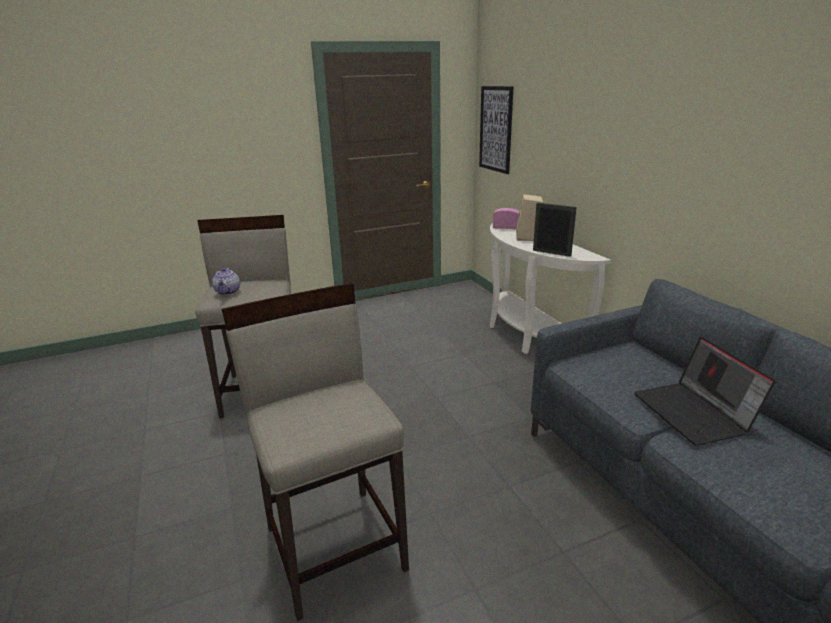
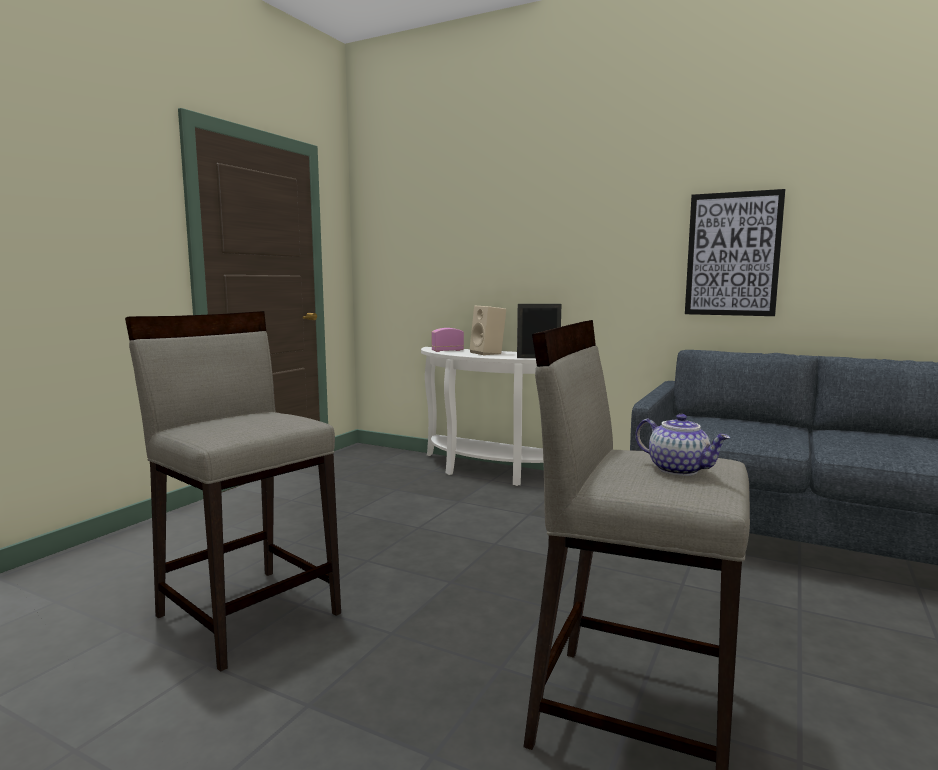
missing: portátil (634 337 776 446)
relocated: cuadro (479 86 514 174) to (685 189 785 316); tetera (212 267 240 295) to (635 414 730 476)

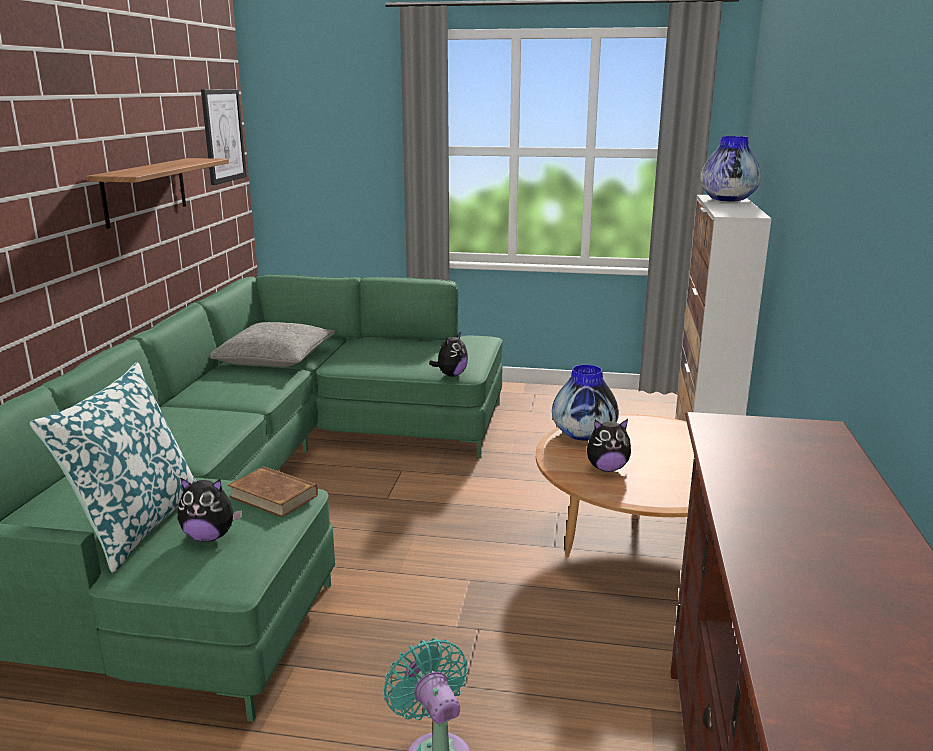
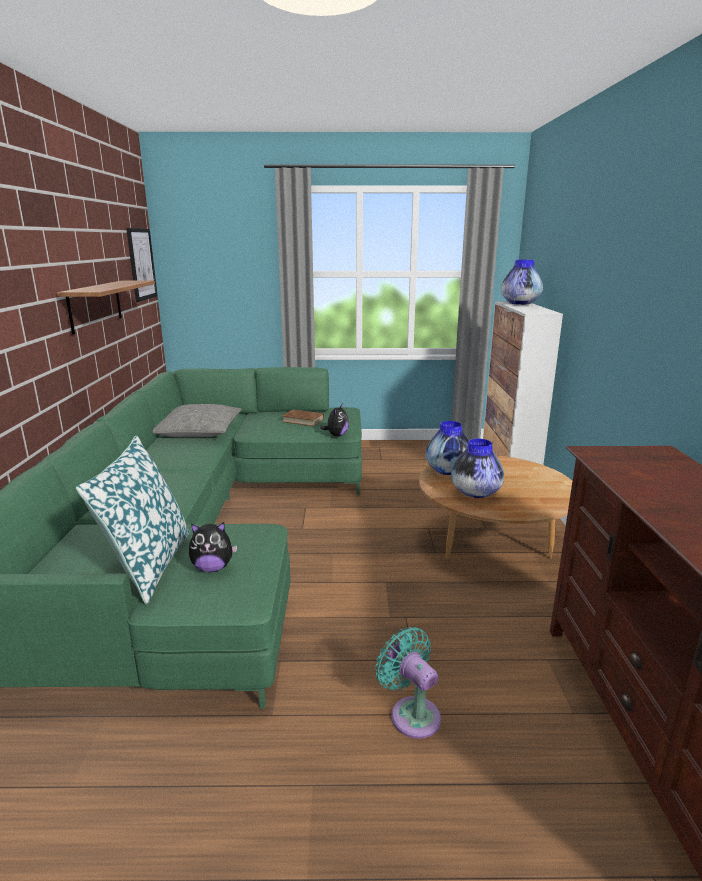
relocated: libro (marrón) (228 466 318 517) to (282 410 324 426)
exchanged: peluche (587 419 631 472) to florero (451 439 504 498)

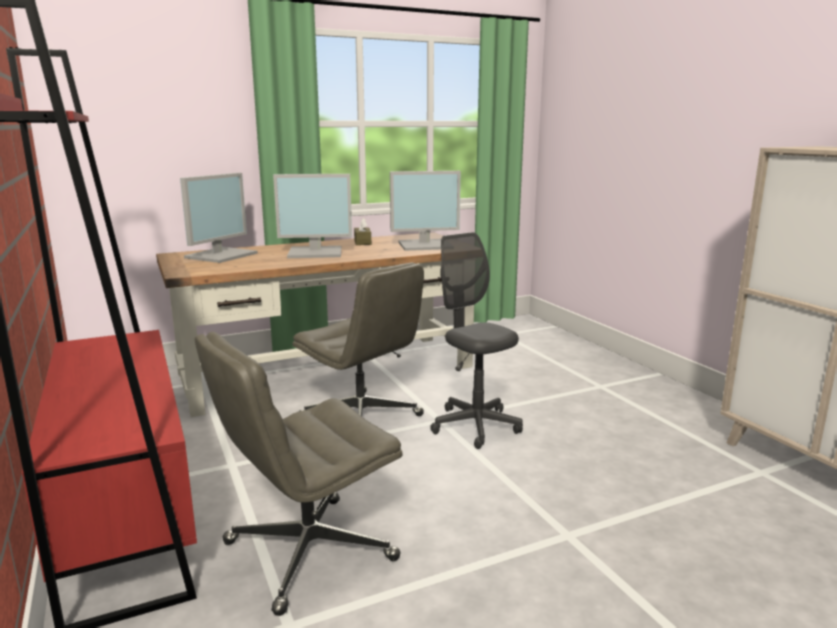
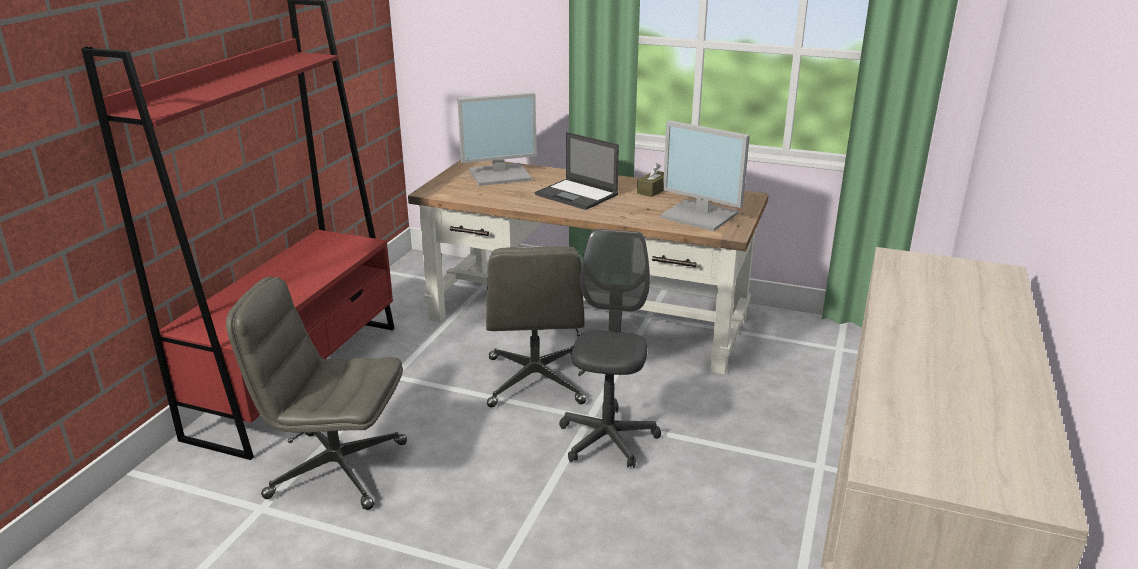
exchanged: monitor (273 174 352 258) to portátil (535 132 619 210)

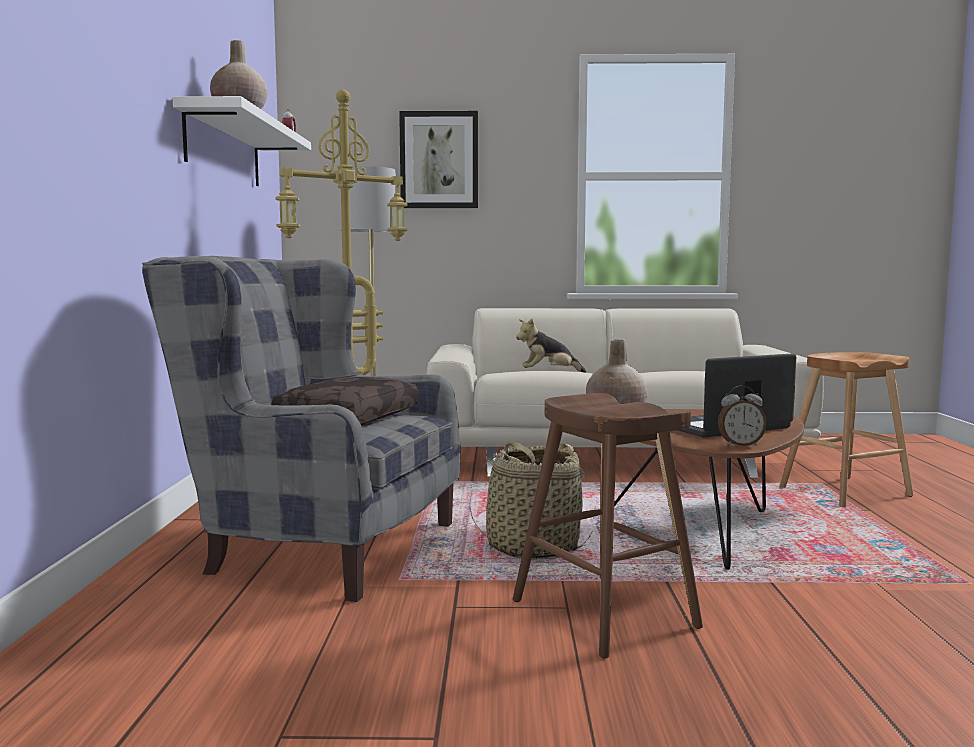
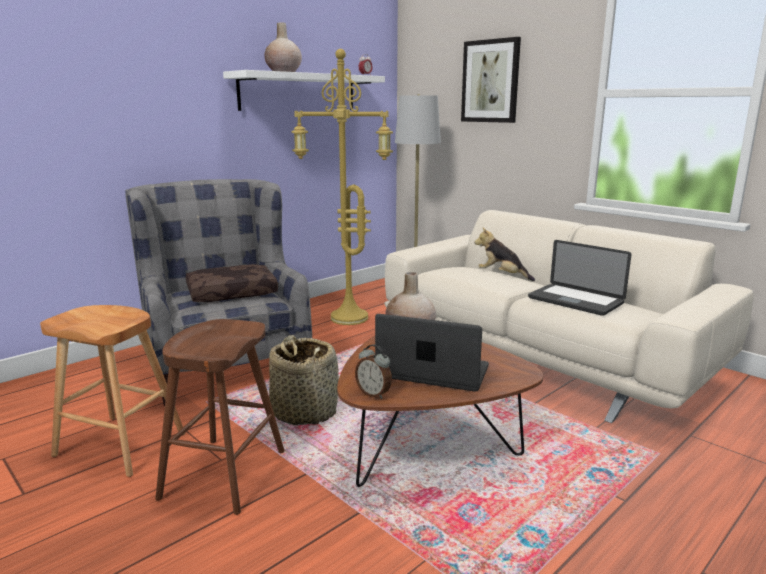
appeared: portátil (528 240 631 316)
relocated: taburete (marrón) (780 352 913 507) to (40 305 185 477)

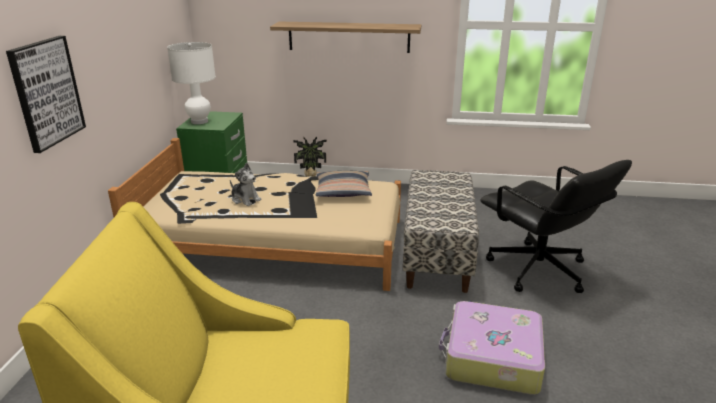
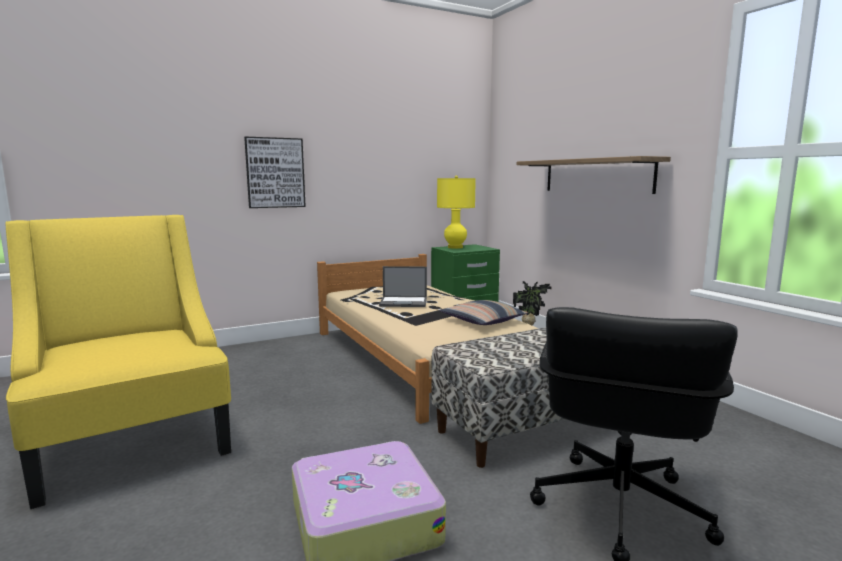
exchanged: peluche (230 163 261 206) to portátil (379 266 427 307)
colour: lámpara de mesa (blanco) (167 42 216 124) to lámpara de mesa (amarillo) (437 175 476 249)

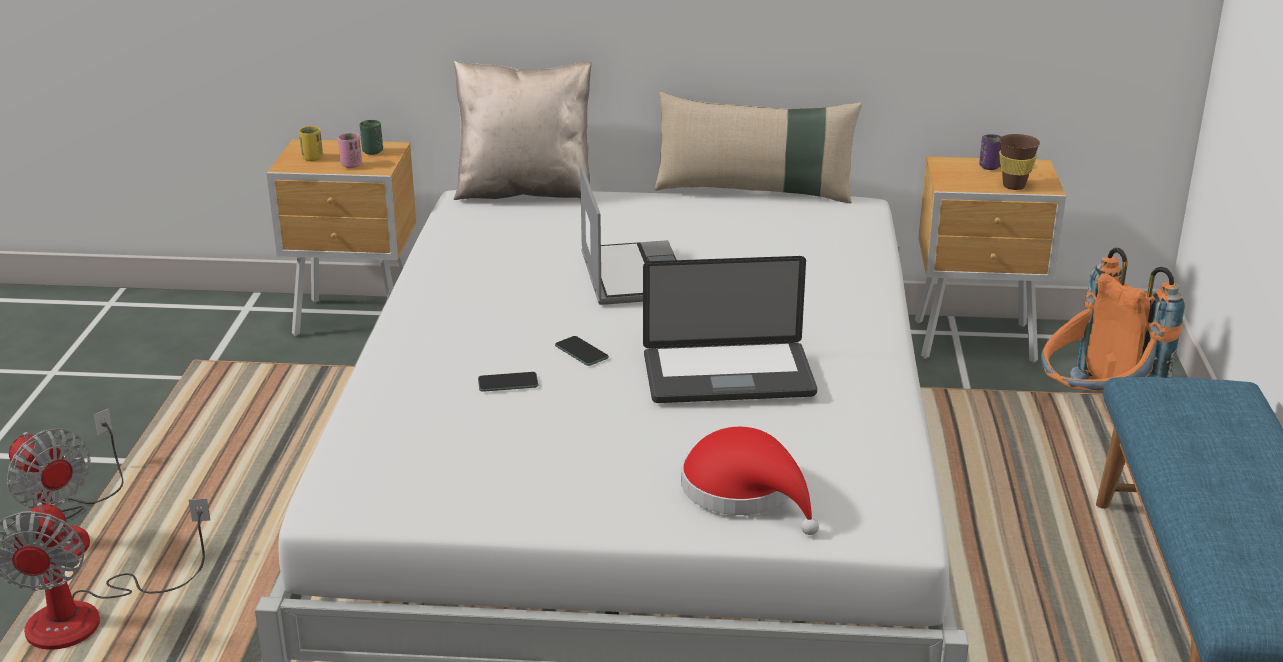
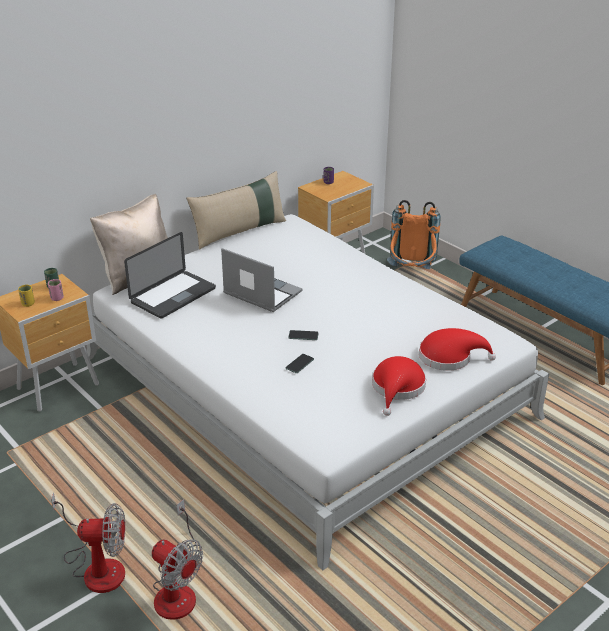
missing: taza (marrón) (999 134 1040 190)
appeared: sombrero (rojo) (372 356 426 416)
relocated: portátil (643 256 817 403) to (124 232 216 319)

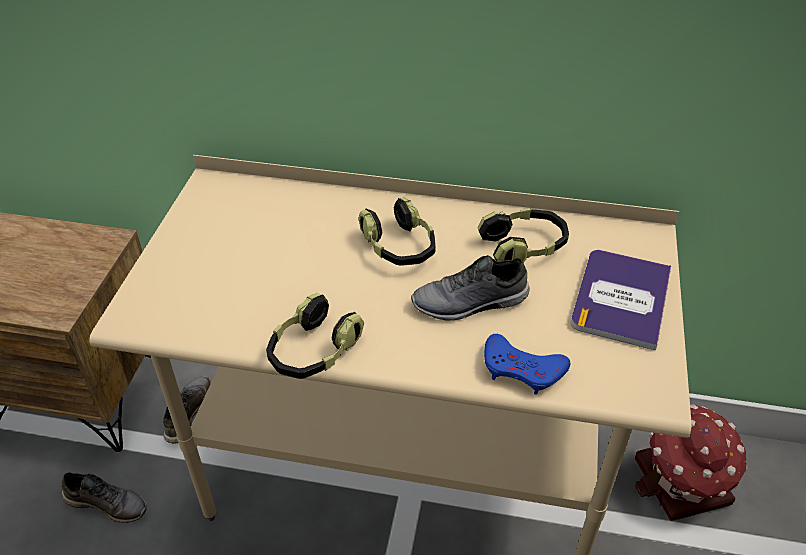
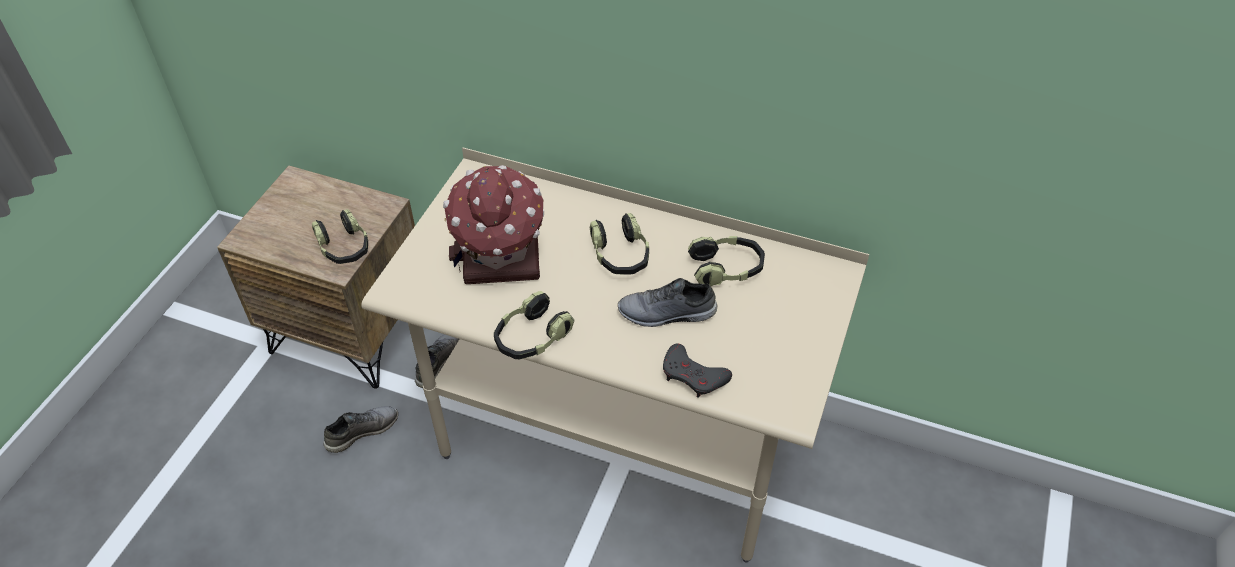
missing: libro (571 250 671 350)
appeared: auriculares (312 209 368 264)
relocated: casita (635 404 747 521) to (443 165 544 284)
colour: mando de consola (azul) (484 334 570 395) to mando de consola (gris) (663 343 732 398)
spun: zapato (gris) (62 472 147 523) = (324 406 398 453) 60 degrees counterclockwise

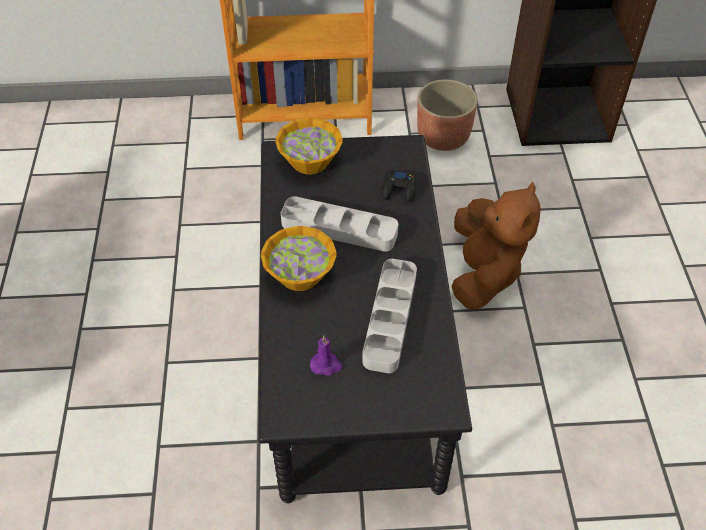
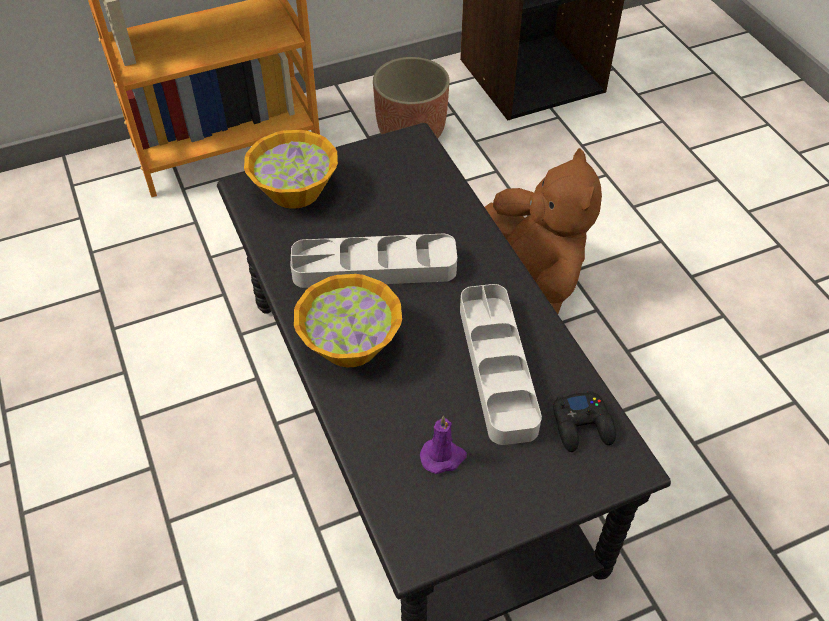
relocated: mando de consola (negro) (382 170 416 202) to (553 390 616 452)

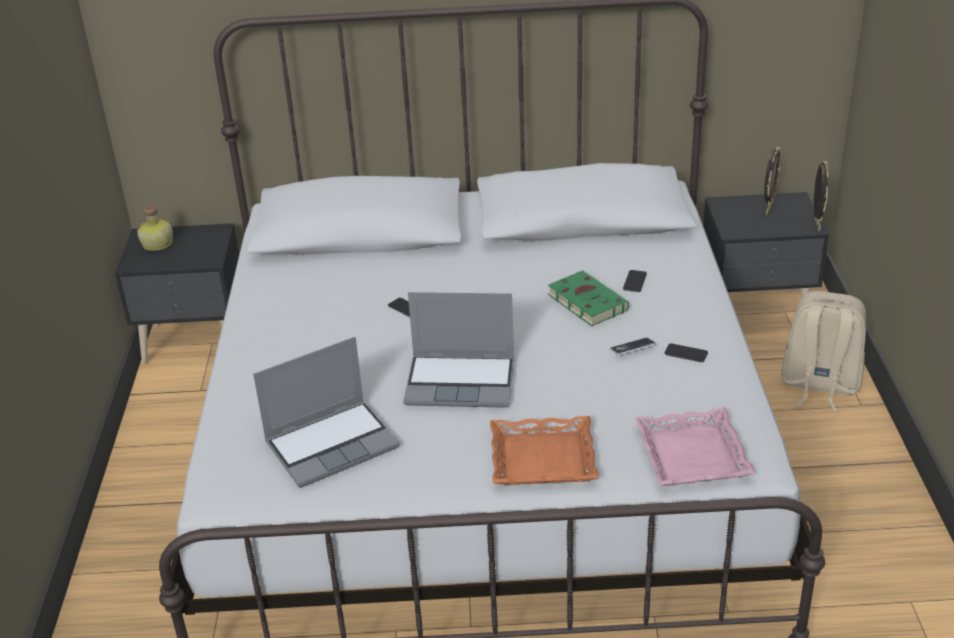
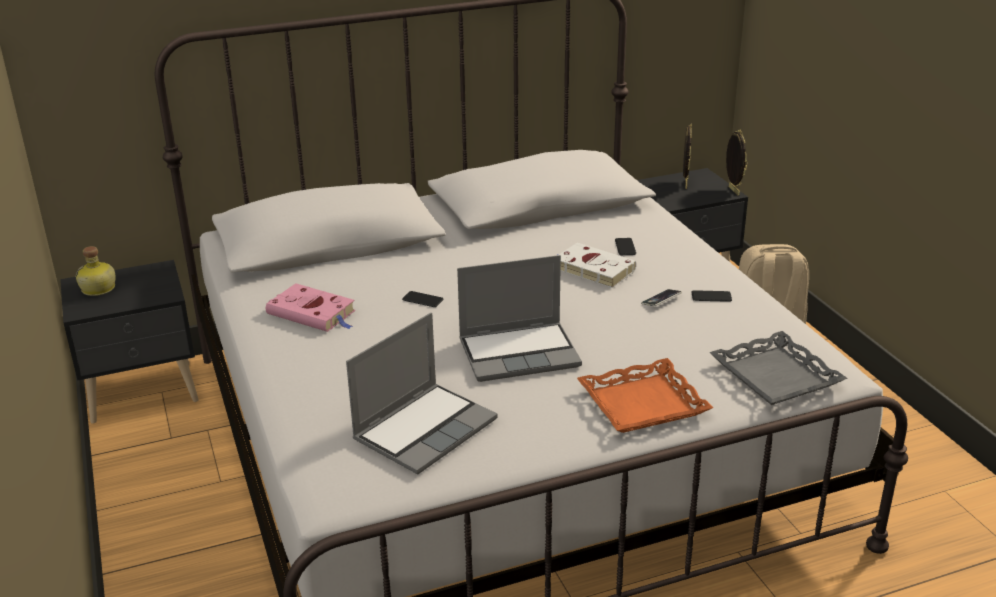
appeared: libro (rosa) (266 283 355 332)
colour: libro (verde) (548 270 629 326) to libro (blanco) (559 243 637 288); bandeja (rosa) (635 407 756 486) to bandeja (gris) (709 331 848 405)

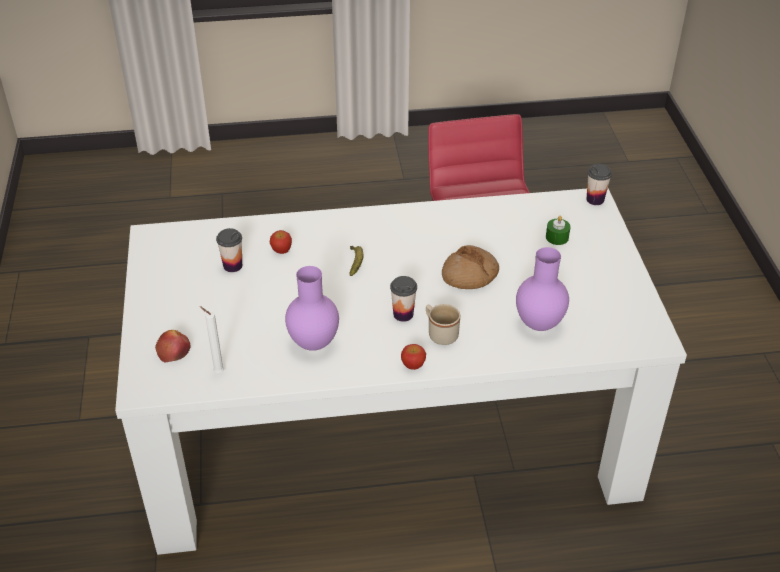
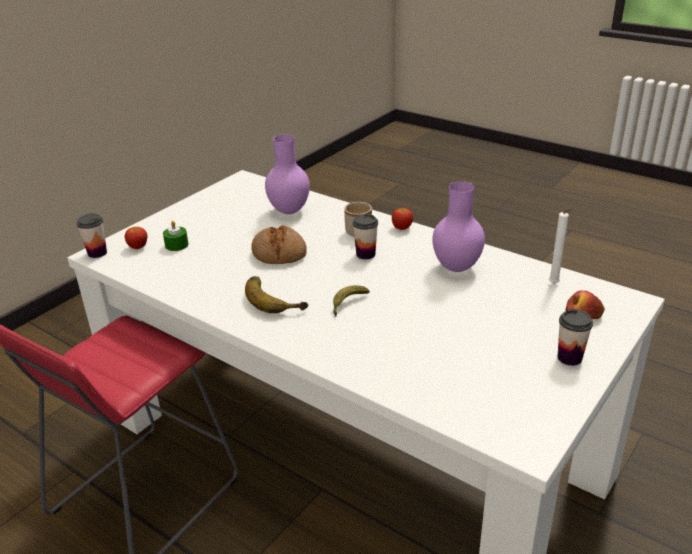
appeared: plátano (245 276 308 313)
relocated: taza (216 228 242 272) to (557 309 593 366); manzana (270 230 292 254) to (125 227 147 249)

